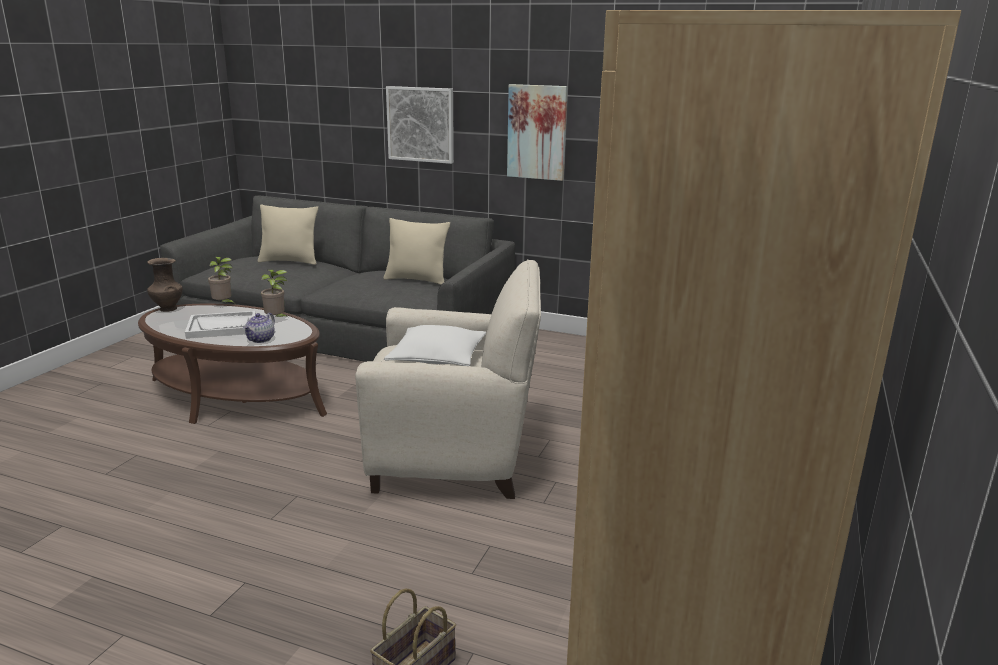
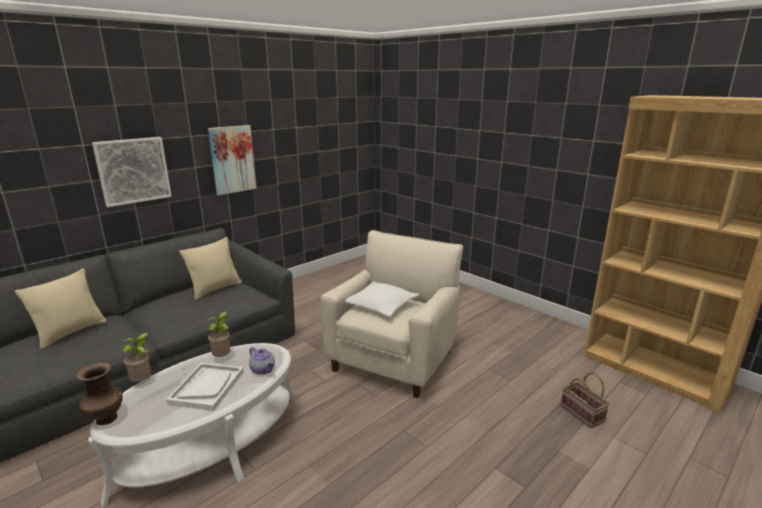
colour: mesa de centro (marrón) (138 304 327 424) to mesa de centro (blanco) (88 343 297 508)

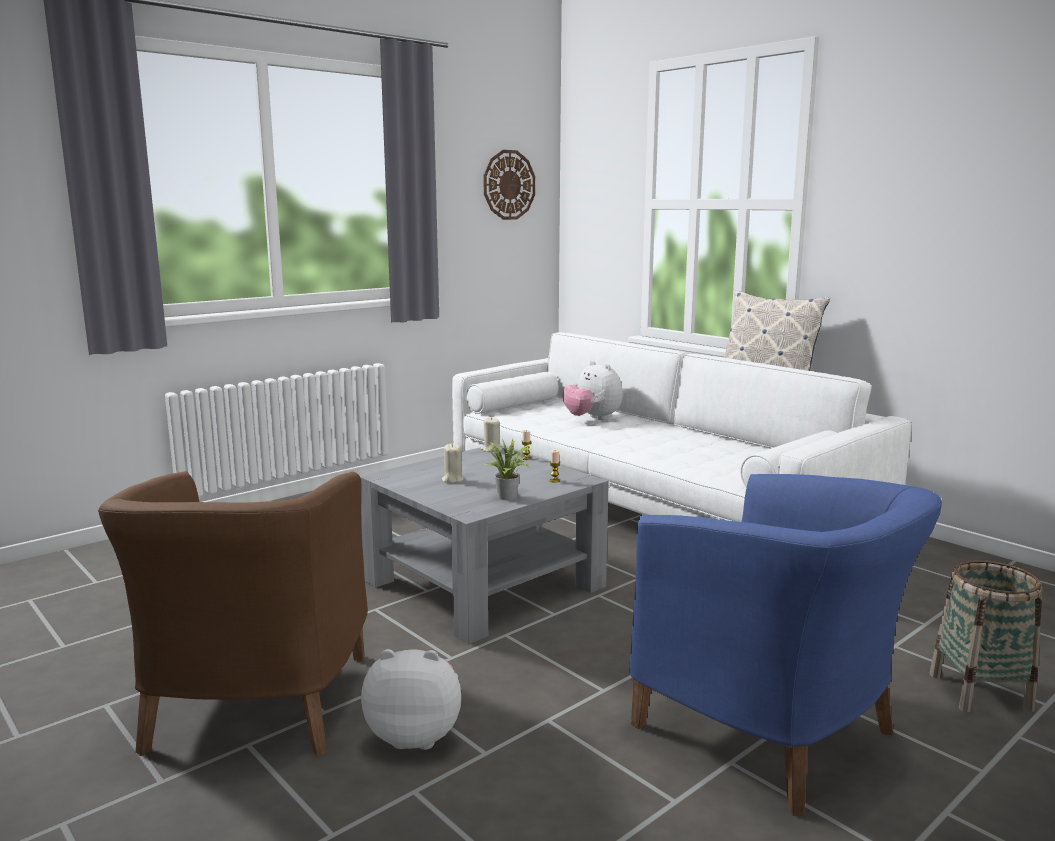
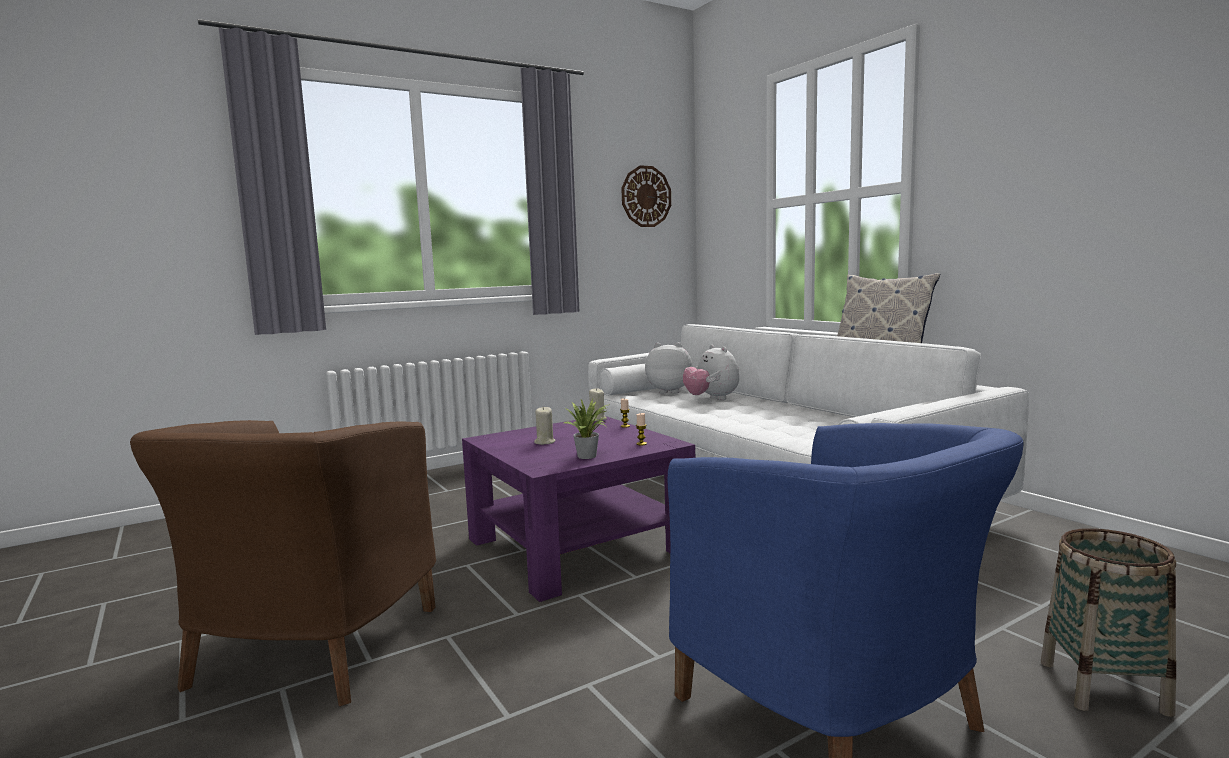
relocated: peluche (361 649 461 750) to (645 343 693 393)
colour: mesa de centro (gris) (360 446 609 644) to mesa de centro (morado) (462 416 695 602)

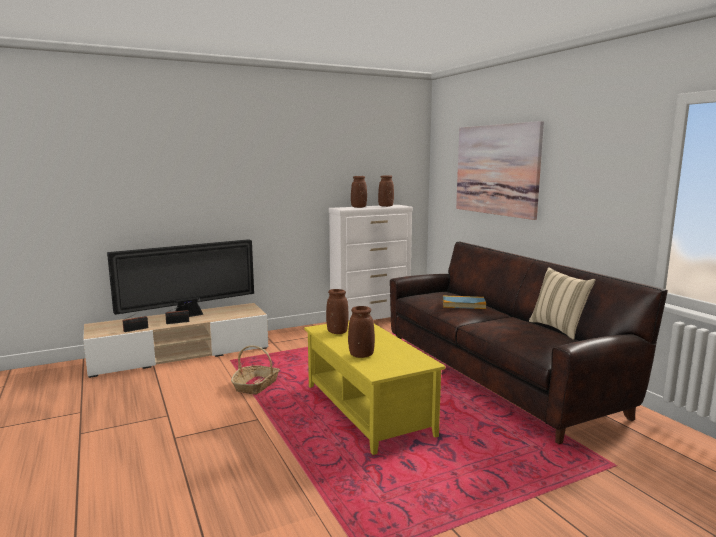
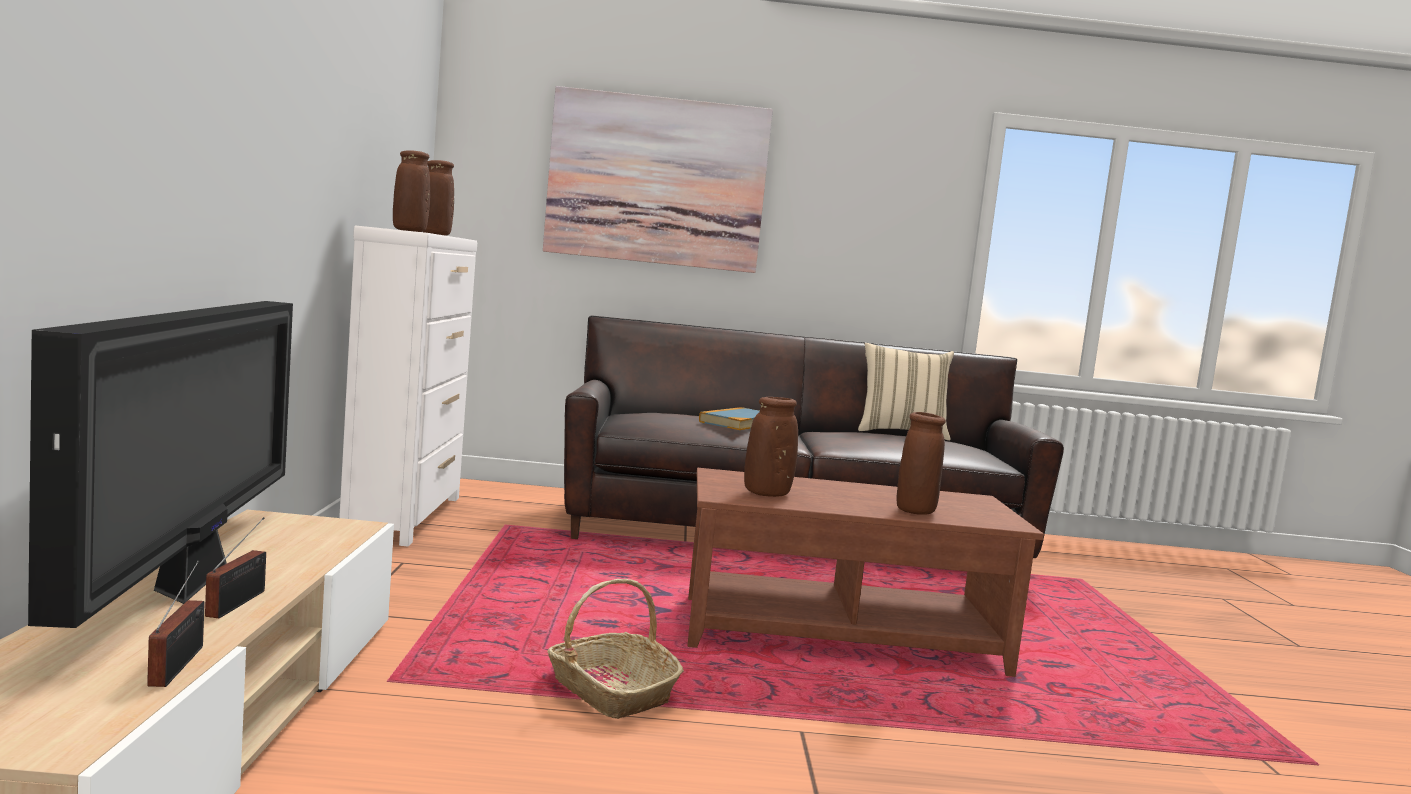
colour: mesa de centro (amarillo) (304 320 446 455) to mesa de centro (marrón) (688 468 1044 677)

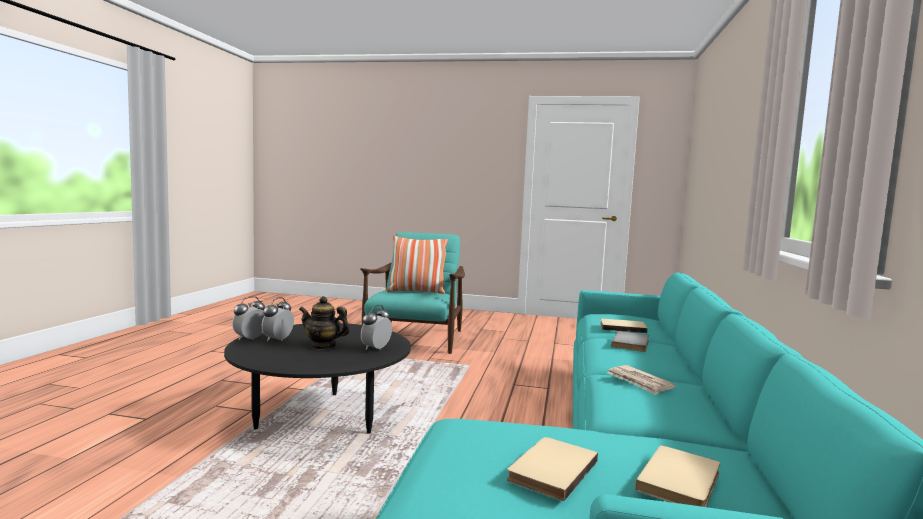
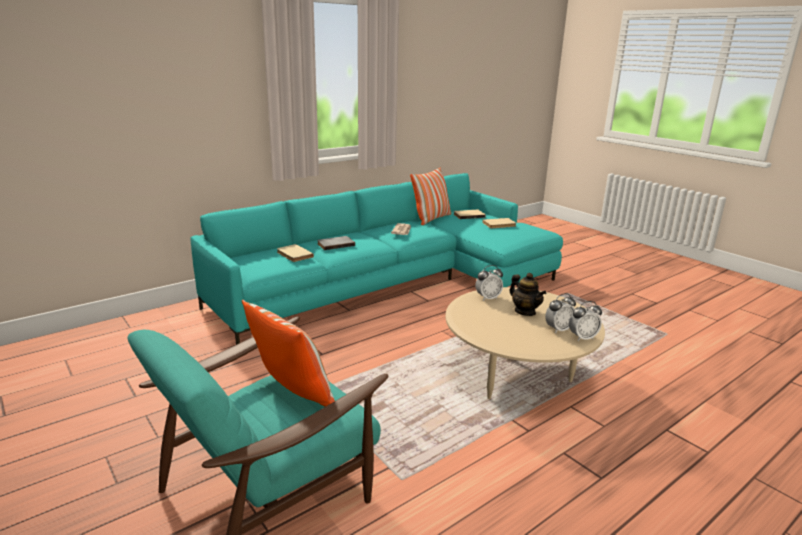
appeared: cojín (410 167 451 225)
colour: mesa de centro (negro) (224 323 411 434) to mesa de centro (beis) (446 287 605 399)

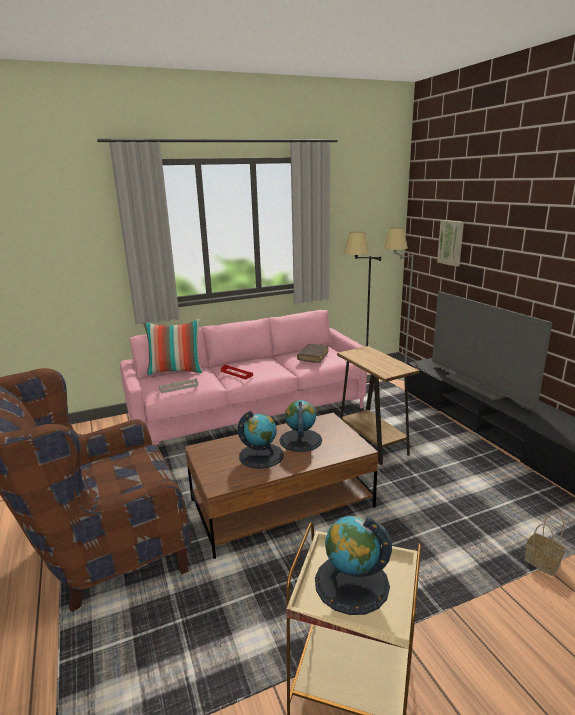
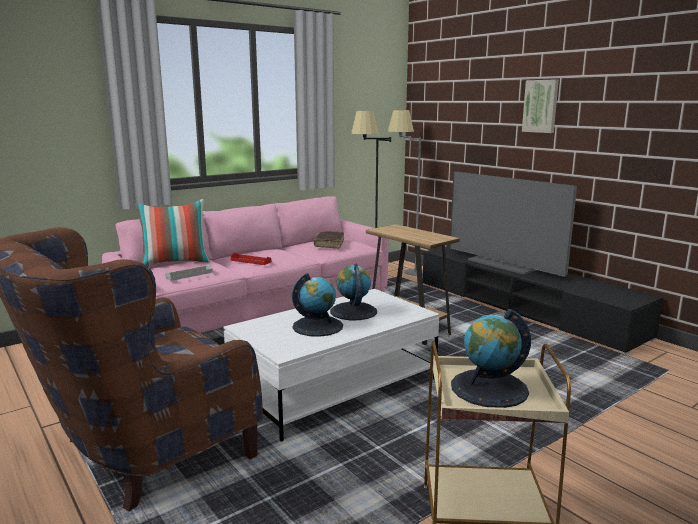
missing: cesta (524 510 565 576)
relocated: cuadro (437 220 464 267) to (522 79 559 133)
colour: mesa de centro (marrón) (185 413 378 559) to mesa de centro (blanco) (224 289 440 442)

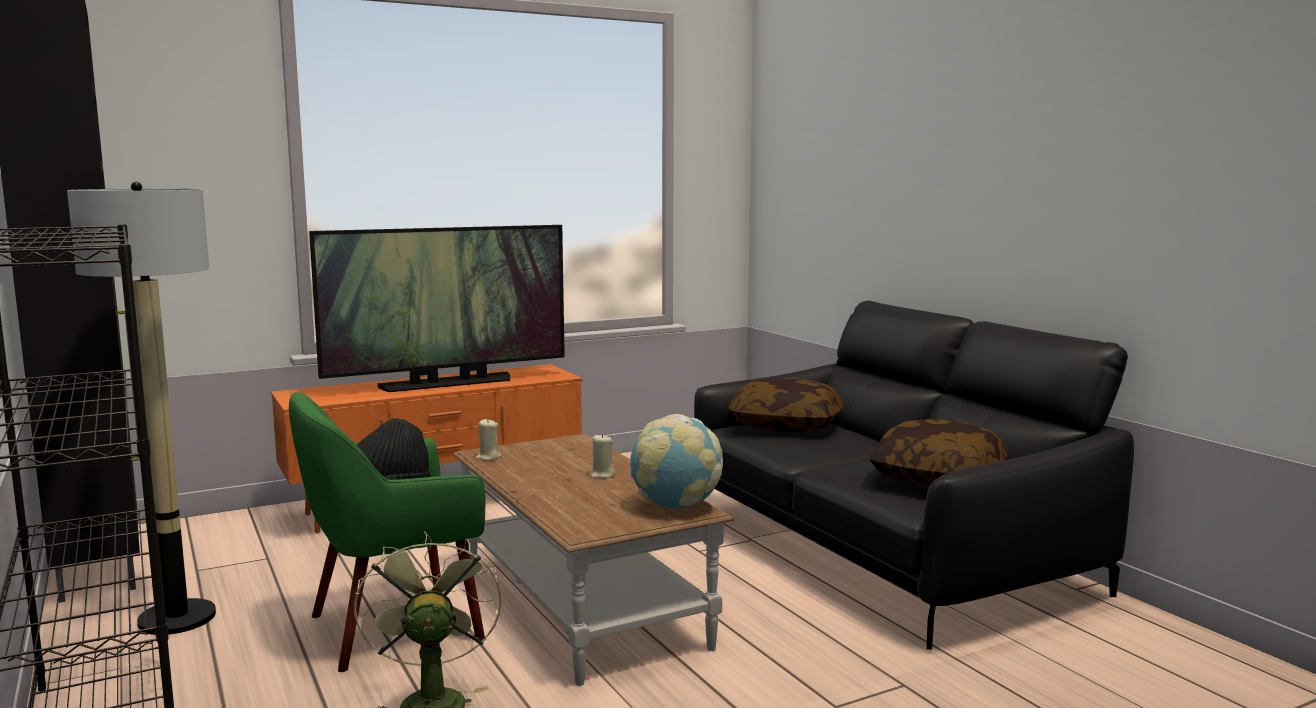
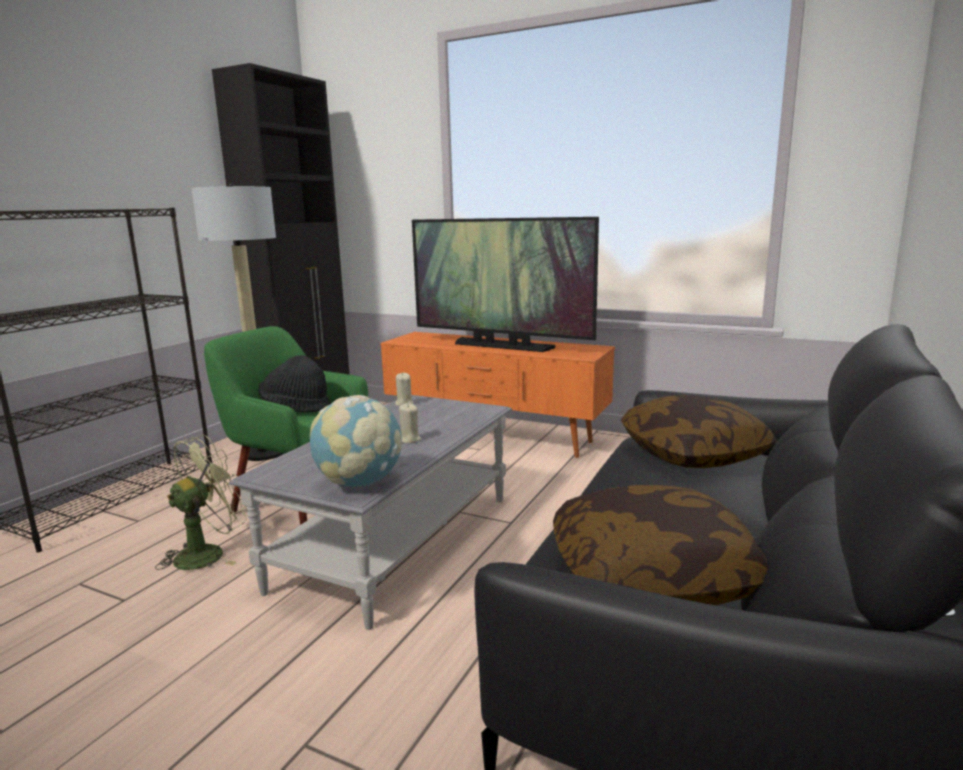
colour: mesa de centro (marrón) (453 434 734 686) to mesa de centro (gris) (229 395 512 630)

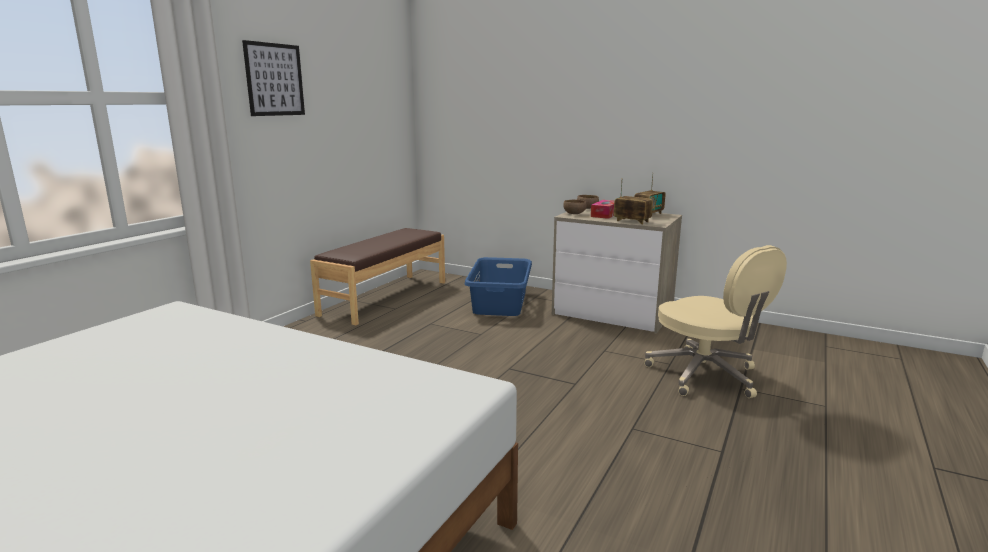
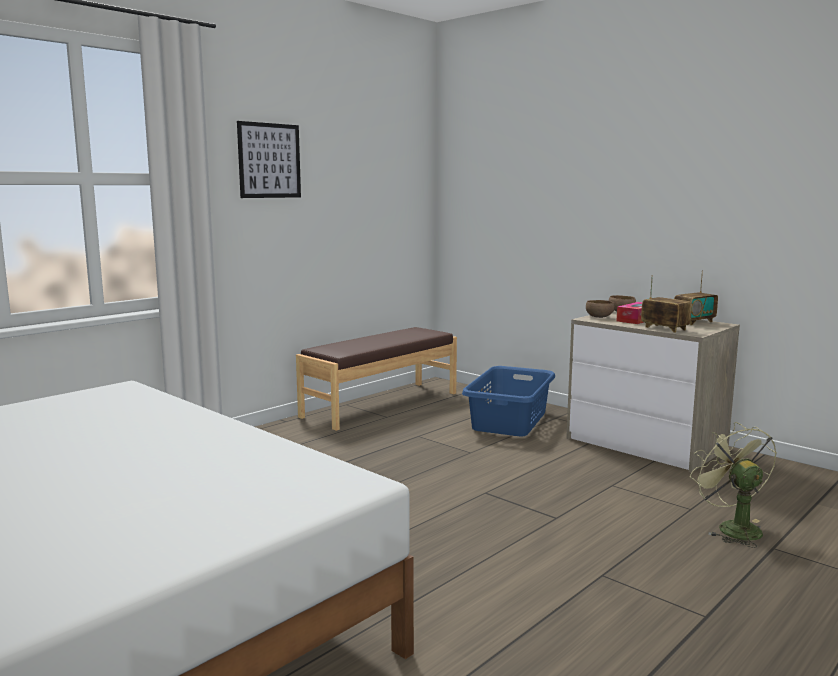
exchanged: silla de oficina (beis) (644 245 787 398) to ventilador (verde) (690 422 777 548)

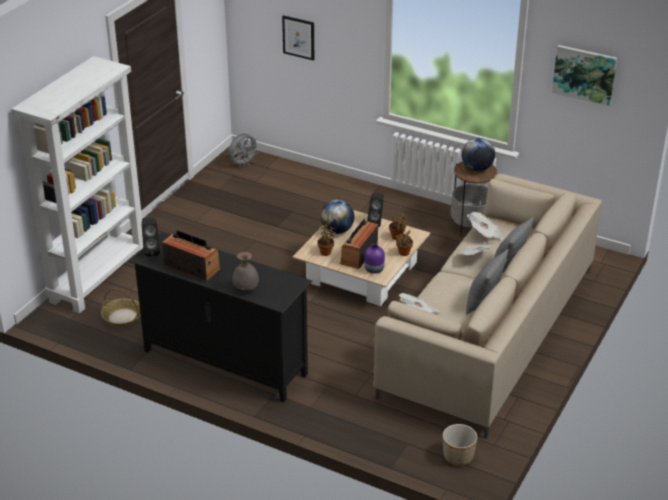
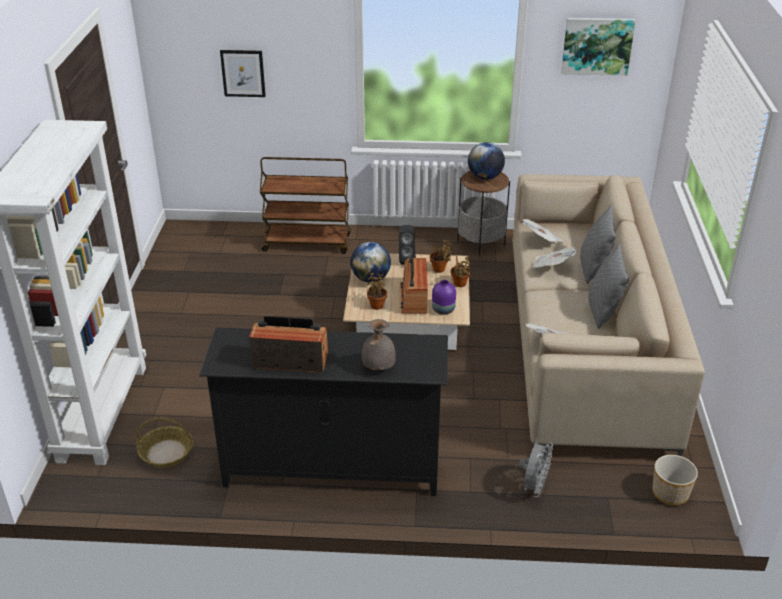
missing: altavoz (negro) (142 217 160 257)
appeared: carrito (marrón) (260 157 351 254)
relocated: ventilador (gris) (228 133 259 167) to (519 441 553 497)

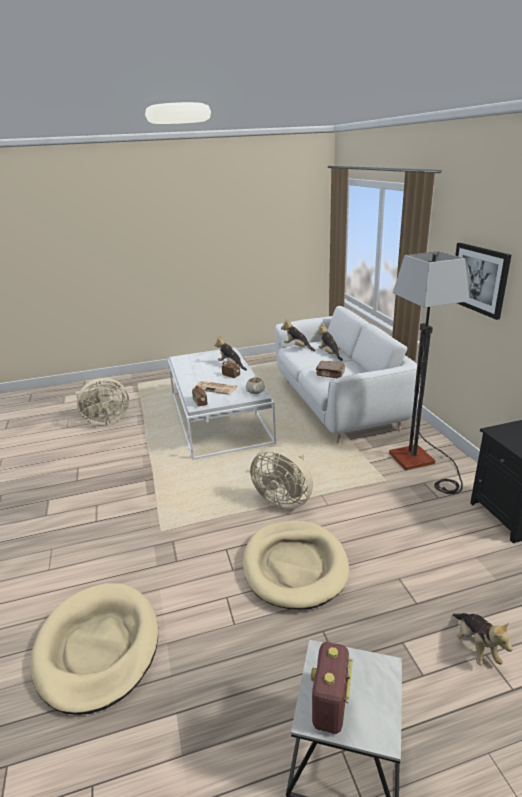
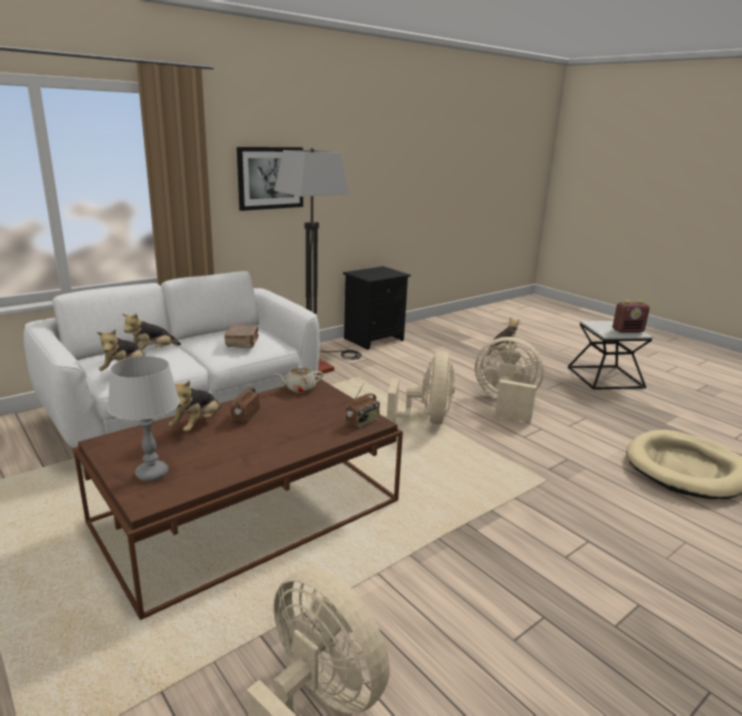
missing: periódico (193 381 238 395)
appeared: lámpara de mesa (gris) (108 356 180 481)
exchanged: cama para perro (beis) (243 521 349 609) to ventilador (beis) (475 337 544 422)
colour: mesa de centro (blanco) (168 347 276 460) to mesa de centro (marrón) (73 377 403 620)

